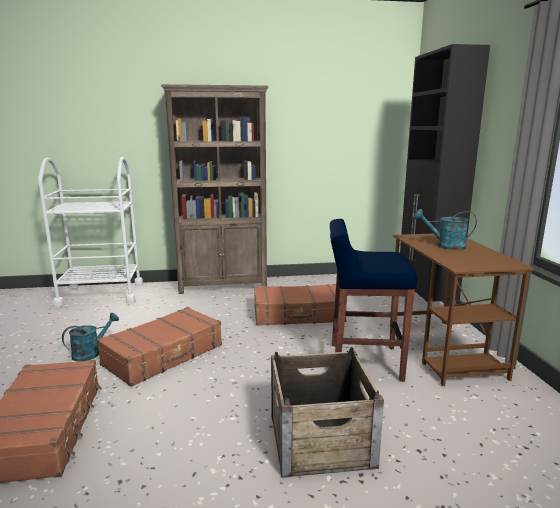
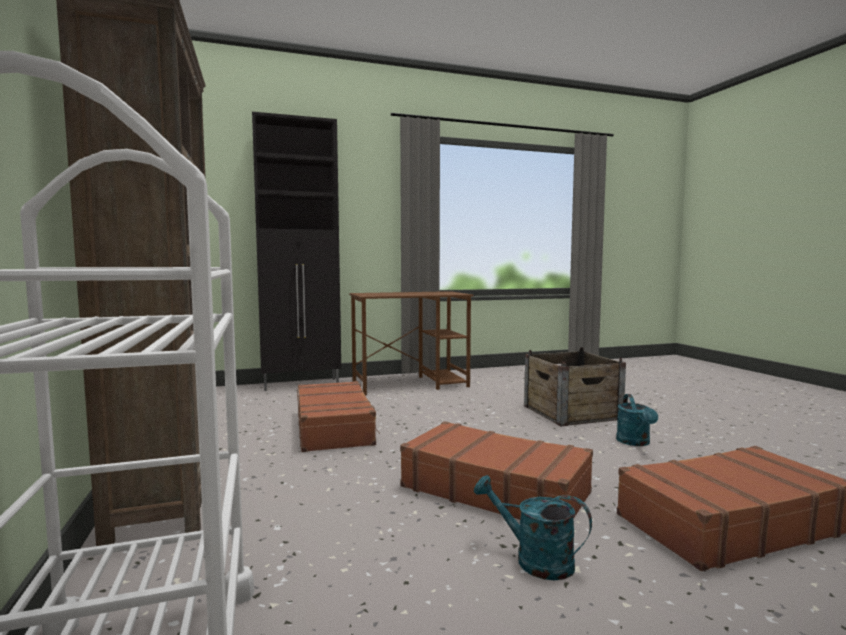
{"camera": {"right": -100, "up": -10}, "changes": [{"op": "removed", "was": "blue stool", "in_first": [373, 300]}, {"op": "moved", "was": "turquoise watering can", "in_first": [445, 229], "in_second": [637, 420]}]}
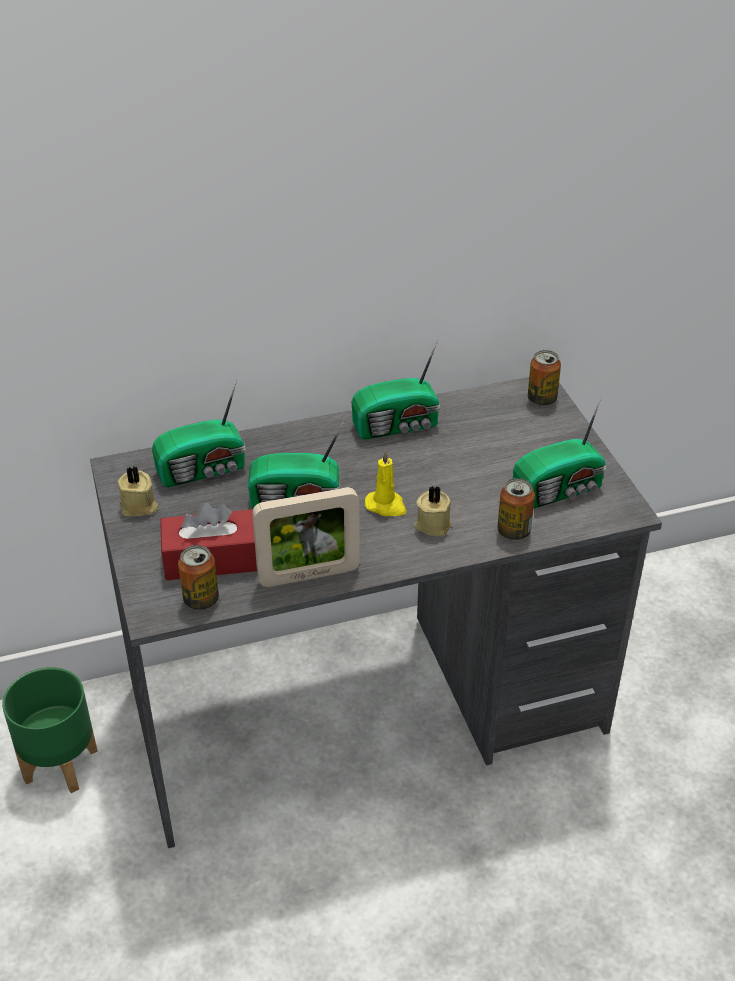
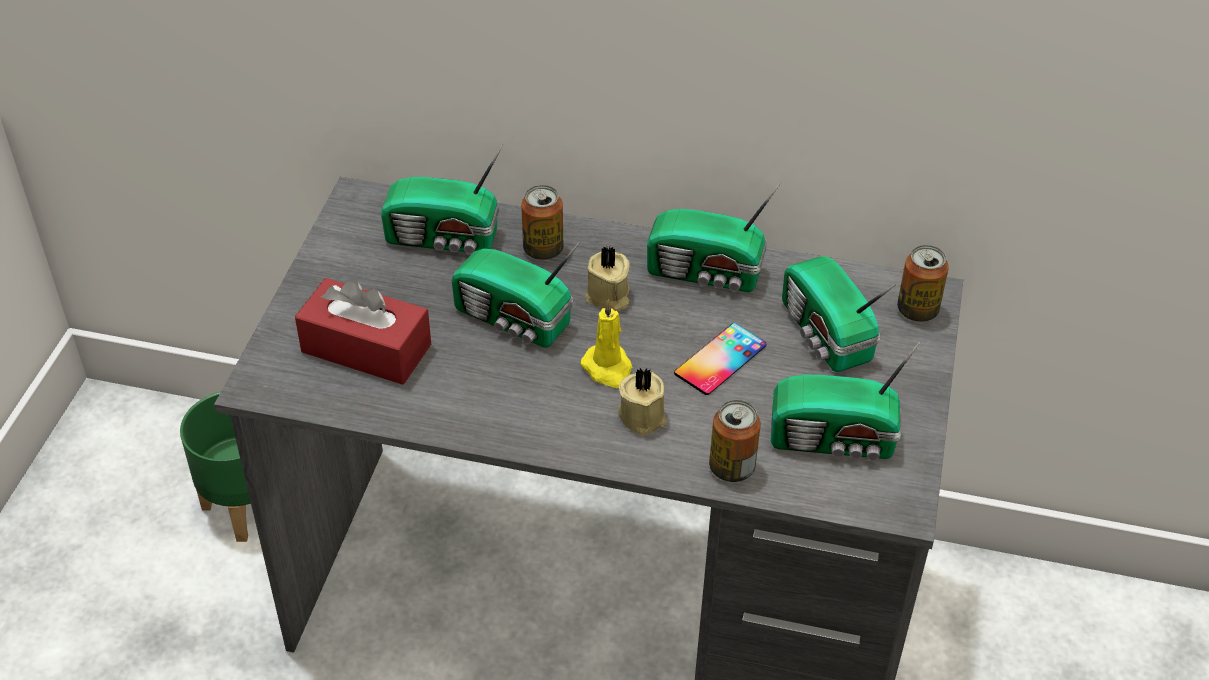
{"camera": {"right": 30, "up": 5}, "changes": [{"op": "removed", "was": "picture frame", "in_first": [306, 537]}, {"op": "added", "now": "phone", "in_second": [720, 359]}, {"op": "added", "now": "radio", "in_second": [839, 314]}, {"op": "moved", "was": "beige candle", "in_first": [137, 491], "in_second": [607, 279]}, {"op": "moved", "was": "can", "in_first": [198, 577], "in_second": [542, 222]}]}
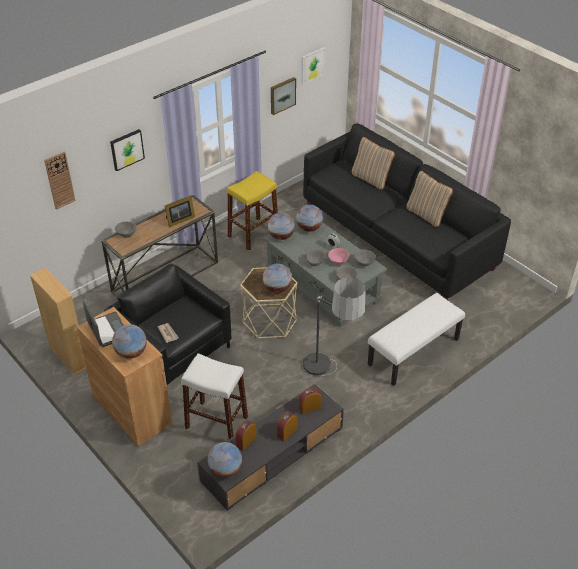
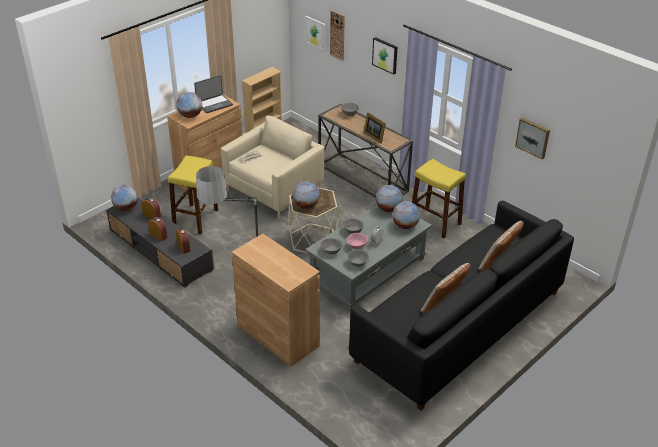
{"camera": {"right": 85, "up": -5}, "changes": [{"op": "moved", "was": "picture", "in_first": [314, 65], "in_second": [315, 33]}, {"op": "replaced", "was": "white bench", "now": "brown cabinet", "in_first": [416, 339], "in_second": [276, 300]}, {"op": "recoloured", "was": "black armchair", "now": "beige armchair", "in_first": [167, 324], "in_second": [273, 168]}, {"op": "recoloured", "was": "white stool", "now": "yellow stool", "in_first": [214, 396], "in_second": [193, 195]}]}
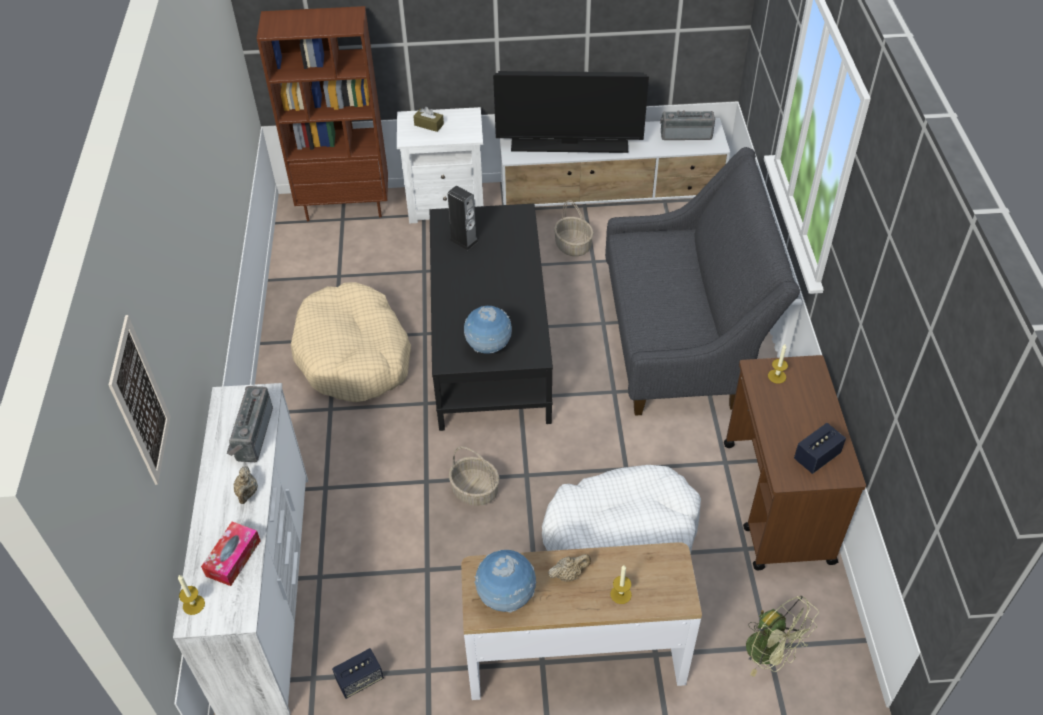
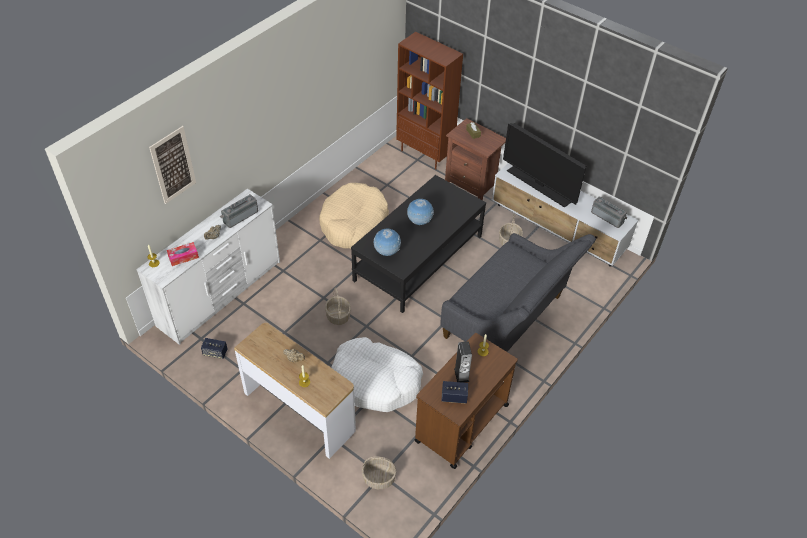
{"camera": {"right": 40, "up": 0}, "changes": [{"op": "moved", "was": "speaker", "in_first": [463, 218], "in_second": [463, 362]}, {"op": "moved", "was": "globe", "in_first": [505, 581], "in_second": [420, 212]}, {"op": "replaced", "was": "green fan", "now": "basket", "in_first": [782, 636], "in_second": [379, 473]}, {"op": "recoloured", "was": "white nightstand", "now": "brown nightstand", "in_first": [440, 165], "in_second": [475, 159]}]}
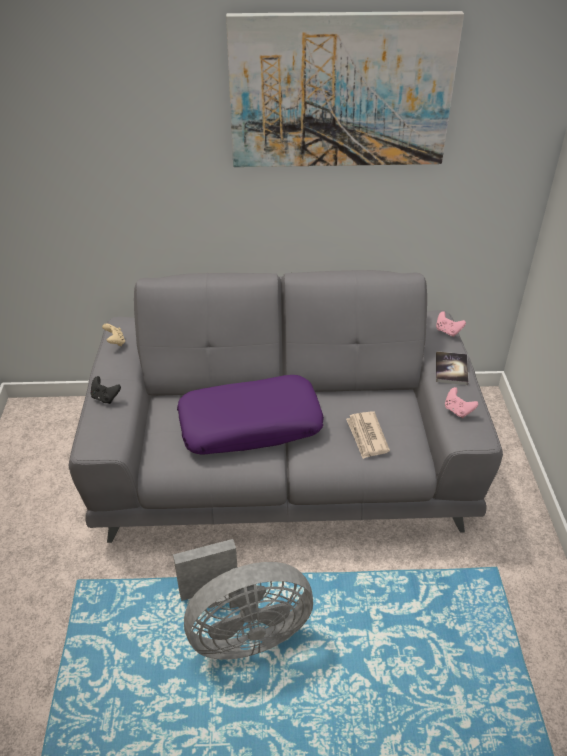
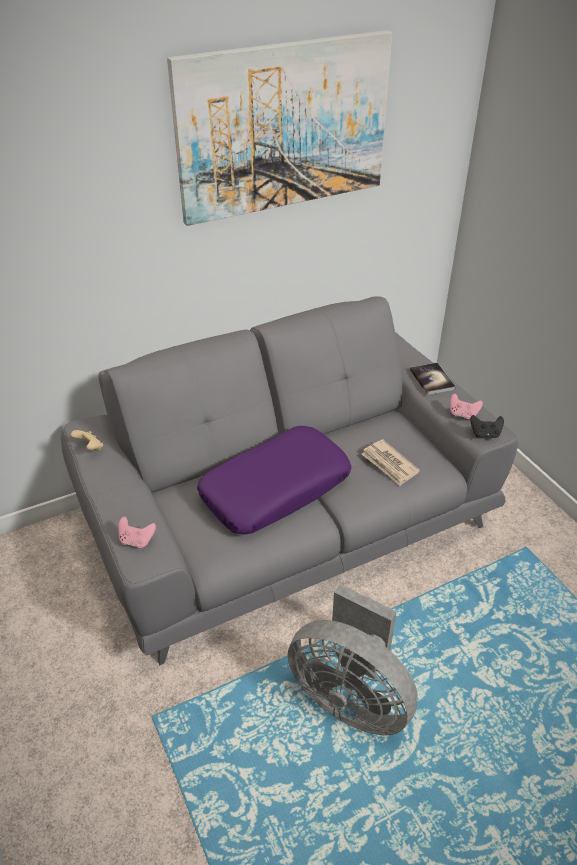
{"camera": {"right": -25, "up": 0}, "changes": [{"op": "moved", "was": "black game controller", "in_first": [106, 390], "in_second": [487, 426]}, {"op": "moved", "was": "pink game controller", "in_first": [451, 324], "in_second": [137, 532]}, {"op": "turned", "was": "grey fan", "in_first": [243, 599], "in_second": [352, 659], "clockwise": 75}]}
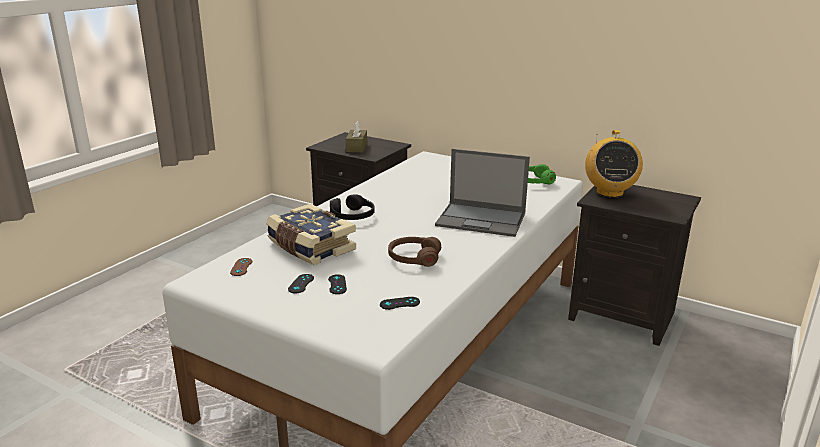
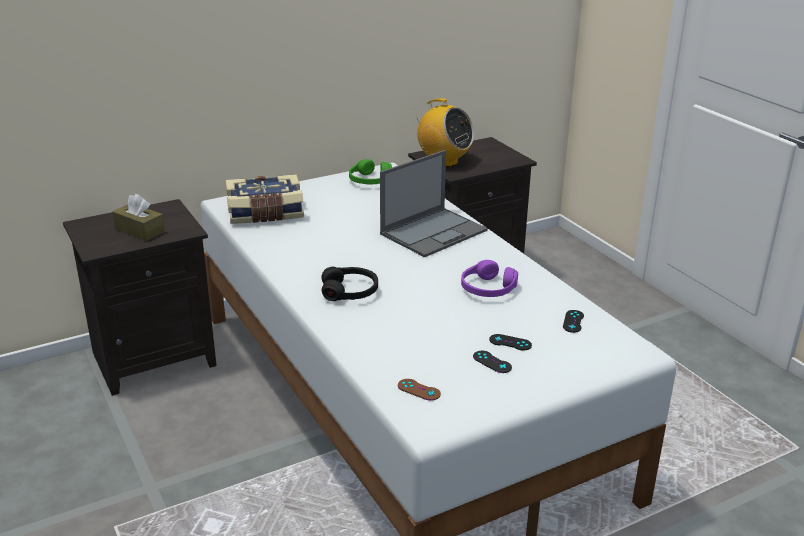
{"camera": {"right": -60, "up": 5}, "changes": [{"op": "moved", "was": "book", "in_first": [311, 234], "in_second": [264, 199]}, {"op": "recoloured", "was": "brown headphones", "now": "purple headphones", "in_first": [414, 252], "in_second": [489, 278]}]}
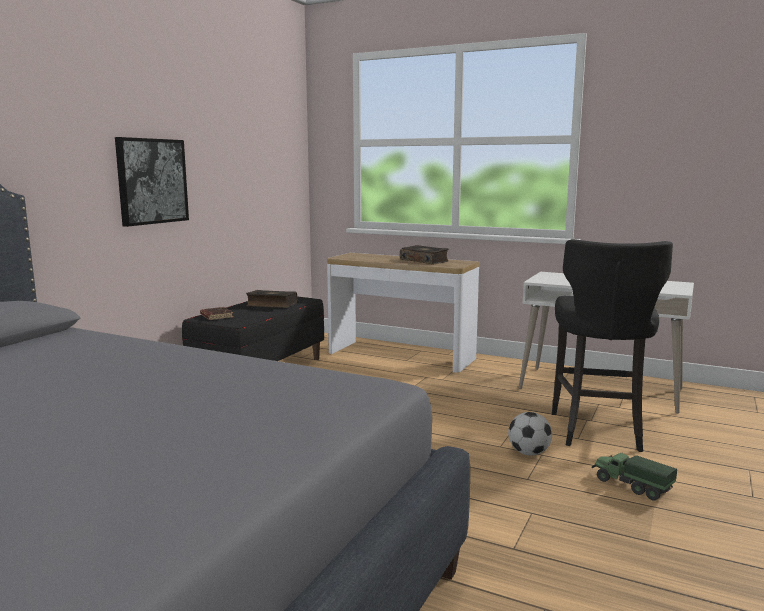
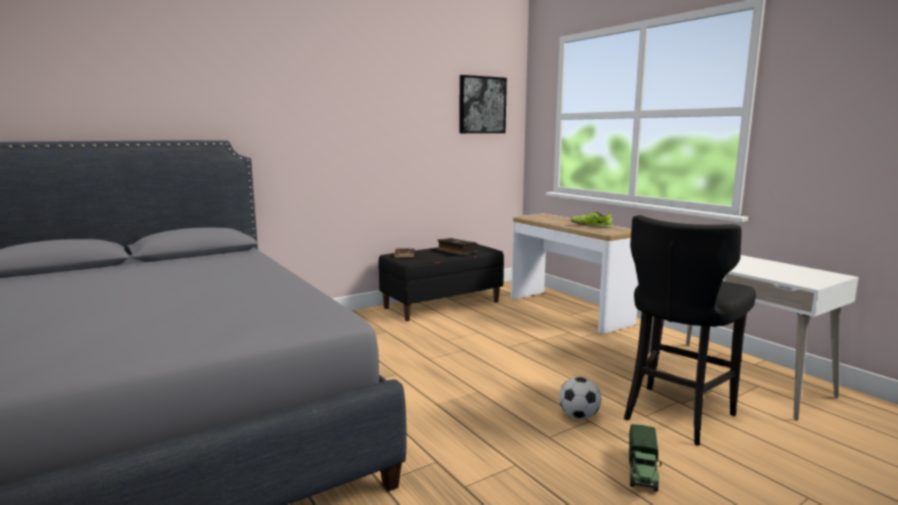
{"camera": {"right": 30, "up": 0}, "changes": [{"op": "moved", "was": "picture", "in_first": [152, 182], "in_second": [483, 104]}, {"op": "replaced", "was": "book", "now": "shoe", "in_first": [424, 255], "in_second": [591, 220]}, {"op": "turned", "was": "toy truck", "in_first": [634, 476], "in_second": [645, 457], "clockwise": -150}]}
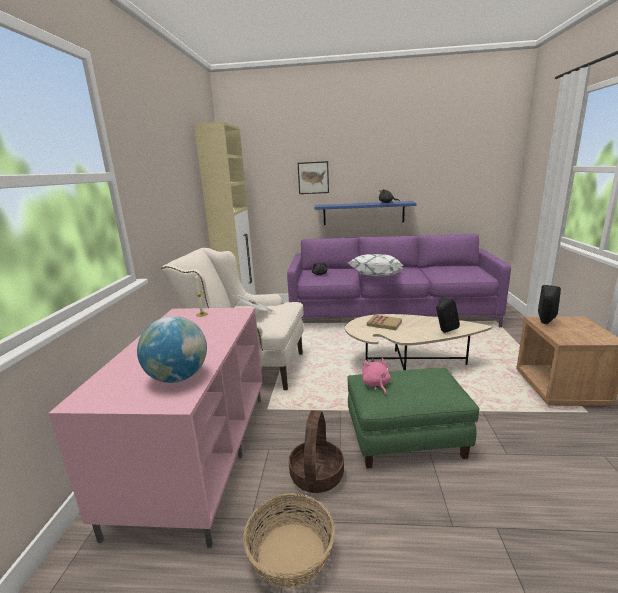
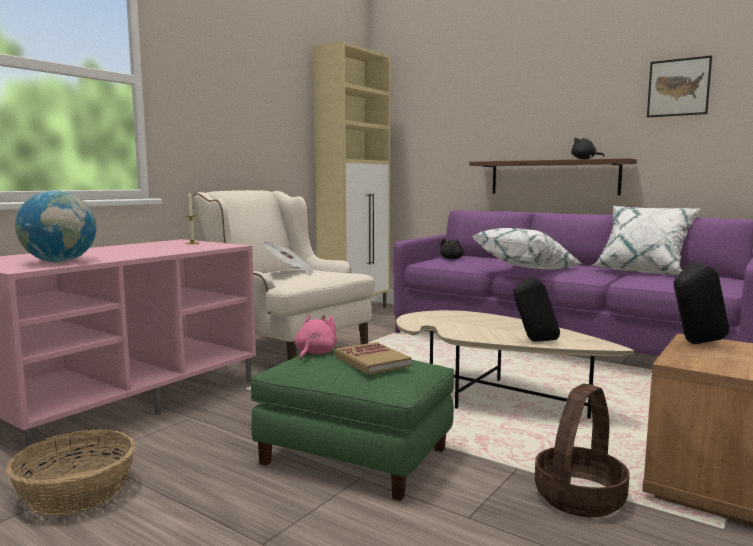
{"camera": {"right": 30, "up": -10}, "changes": [{"op": "added", "now": "white pillow", "in_second": [646, 240]}, {"op": "moved", "was": "basket", "in_first": [316, 452], "in_second": [582, 450]}, {"op": "moved", "was": "picture", "in_first": [313, 177], "in_second": [679, 86]}, {"op": "moved", "was": "book", "in_first": [384, 322], "in_second": [373, 358]}, {"op": "recoloured", "was": "blue shelf", "now": "brown shelf", "in_first": [365, 213], "in_second": [553, 176]}]}
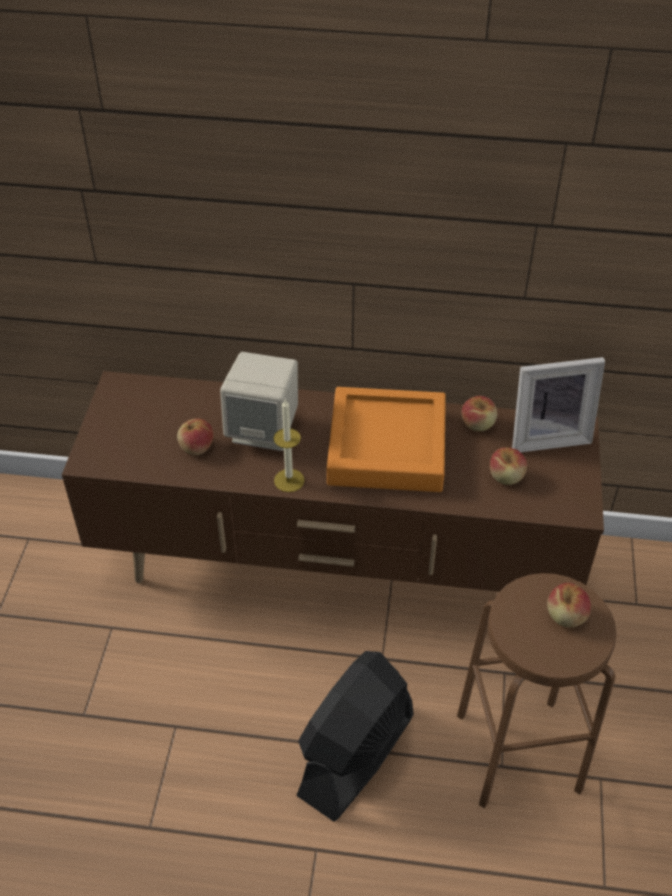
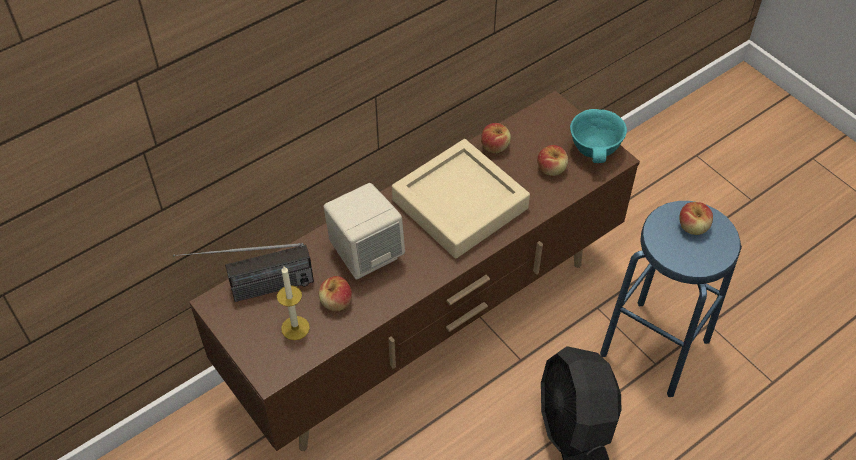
{"camera": {"right": -45, "up": 5}, "changes": [{"op": "removed", "was": "picture frame", "in_first": [558, 404]}, {"op": "added", "now": "radio", "in_second": [243, 272]}, {"op": "added", "now": "turquoise bowl", "in_second": [598, 136]}, {"op": "moved", "was": "candle", "in_first": [289, 445], "in_second": [293, 303]}, {"op": "recoloured", "was": "orange tray", "now": "beige tray", "in_first": [386, 439], "in_second": [461, 198]}, {"op": "recoloured", "was": "brown stool", "now": "blue stool", "in_first": [537, 690], "in_second": [671, 299]}]}
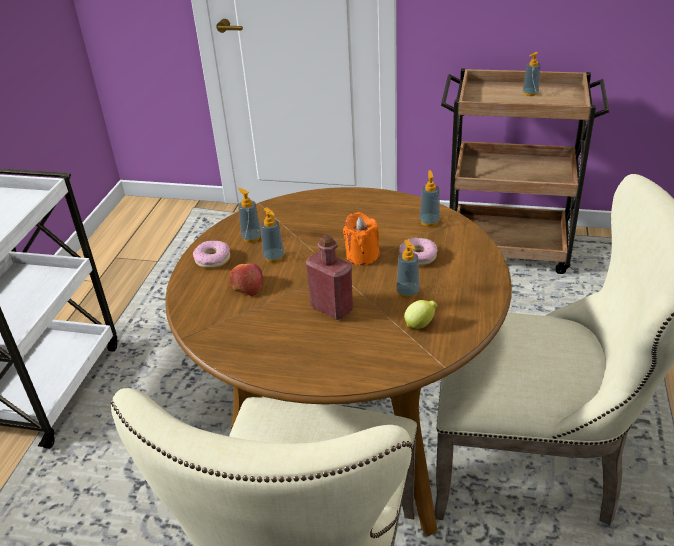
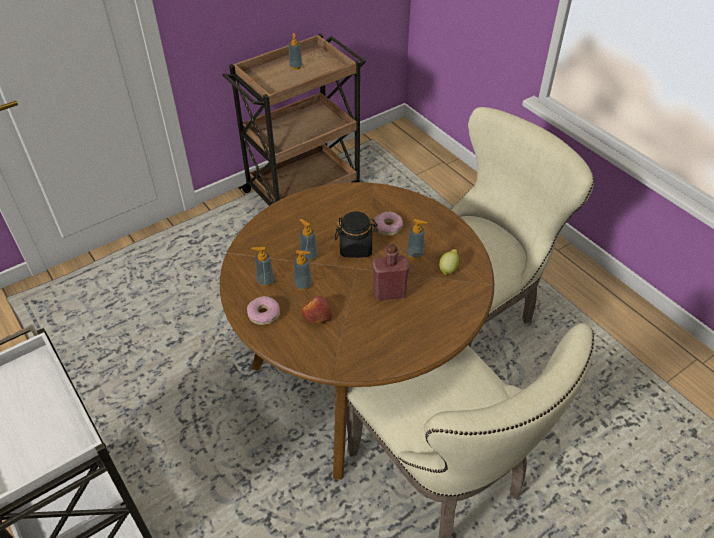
{"camera": {"right": -50, "up": 10}, "changes": [{"op": "moved", "was": "soap dispenser", "in_first": [429, 198], "in_second": [308, 240]}, {"op": "replaced", "was": "orange candle", "now": "black jar", "in_first": [361, 239], "in_second": [356, 235]}]}
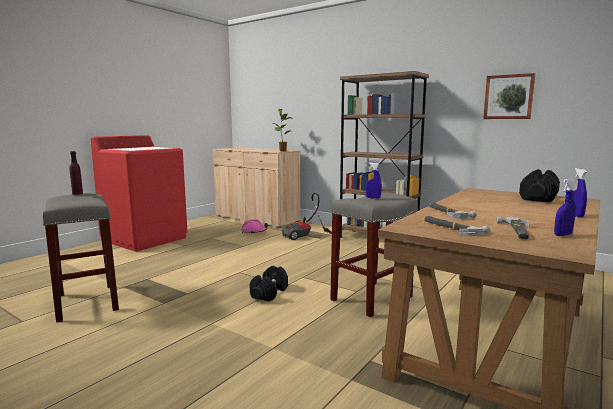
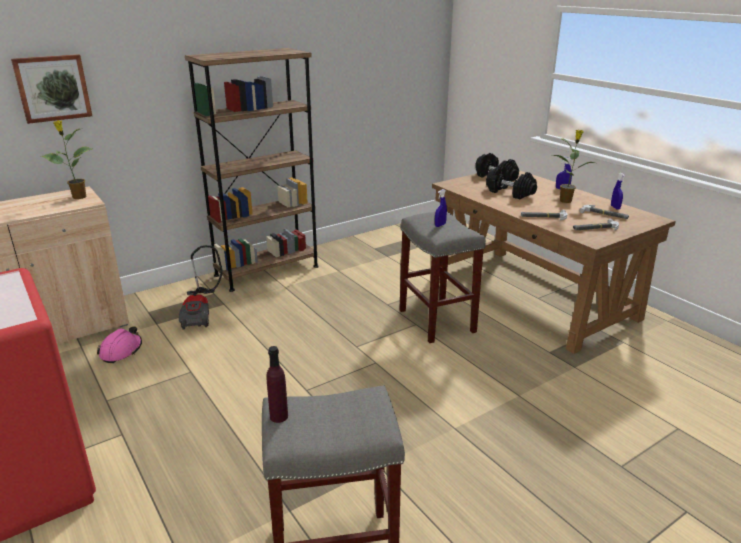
{"camera": {"right": -70, "up": 15}, "changes": [{"op": "added", "now": "potted plant", "in_second": [572, 166]}, {"op": "moved", "was": "black dumbbell", "in_first": [269, 283], "in_second": [511, 182]}, {"op": "moved", "was": "picture", "in_first": [509, 96], "in_second": [51, 89]}]}
